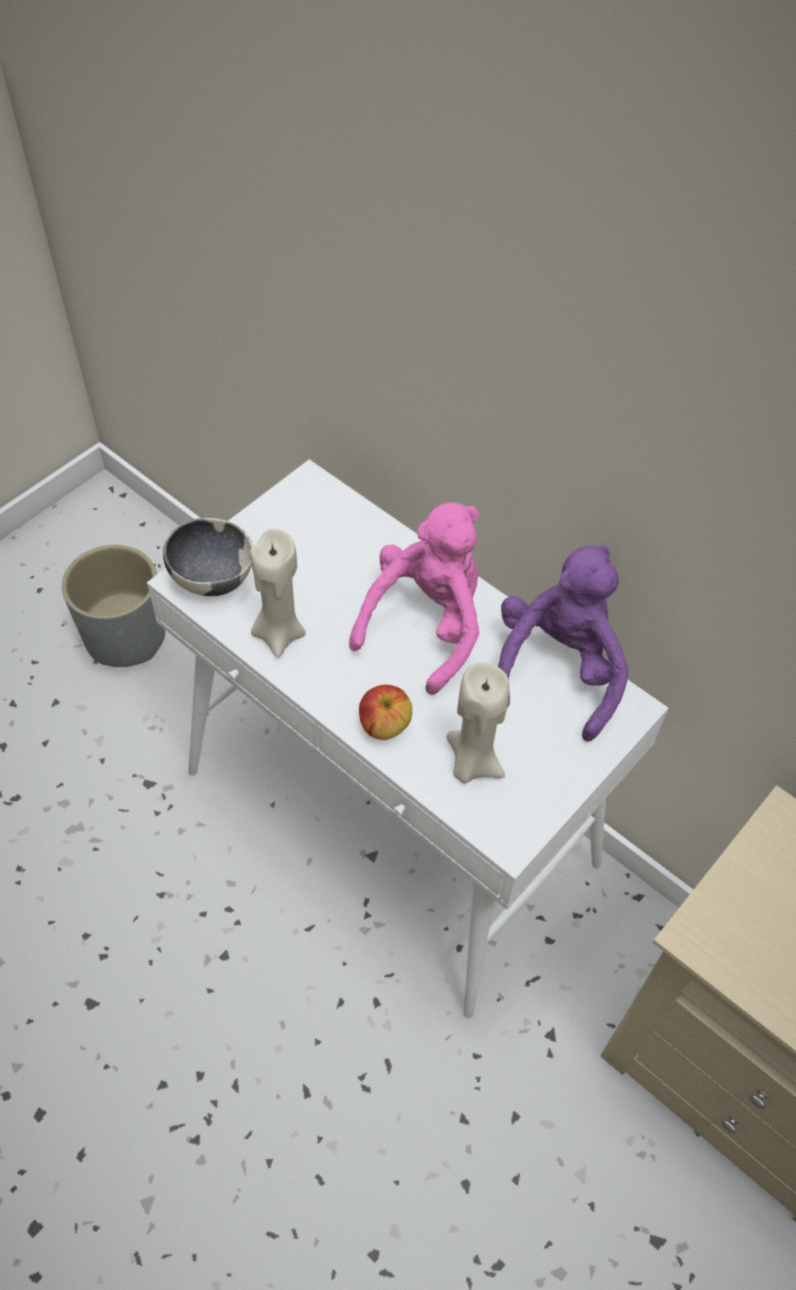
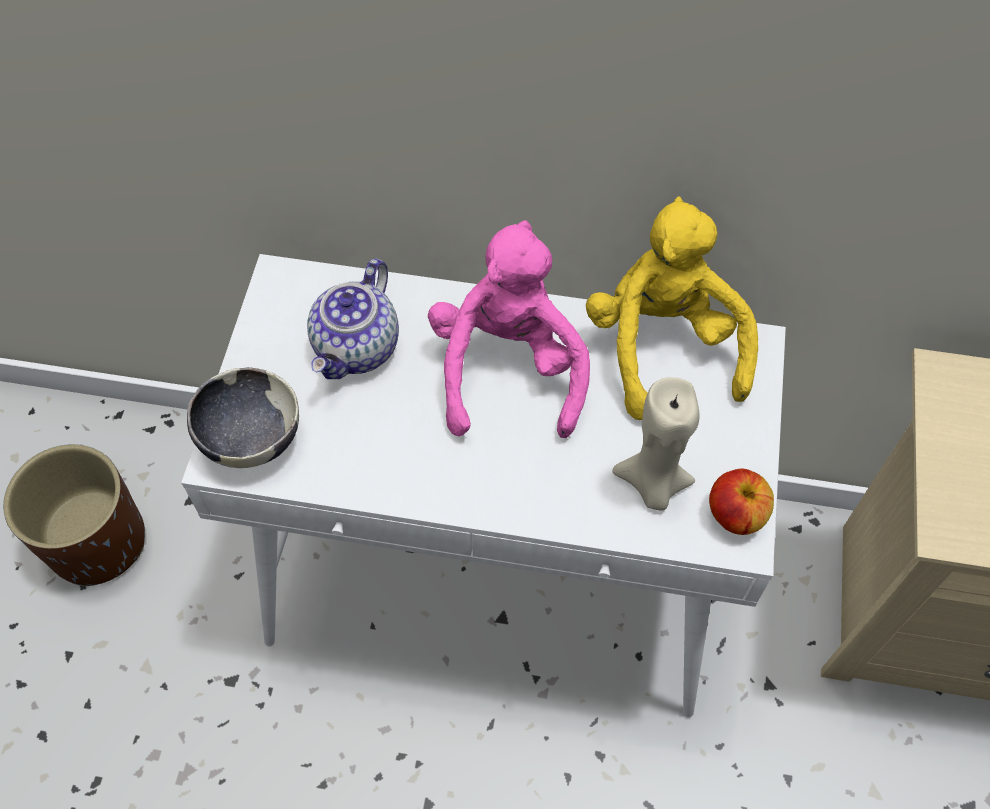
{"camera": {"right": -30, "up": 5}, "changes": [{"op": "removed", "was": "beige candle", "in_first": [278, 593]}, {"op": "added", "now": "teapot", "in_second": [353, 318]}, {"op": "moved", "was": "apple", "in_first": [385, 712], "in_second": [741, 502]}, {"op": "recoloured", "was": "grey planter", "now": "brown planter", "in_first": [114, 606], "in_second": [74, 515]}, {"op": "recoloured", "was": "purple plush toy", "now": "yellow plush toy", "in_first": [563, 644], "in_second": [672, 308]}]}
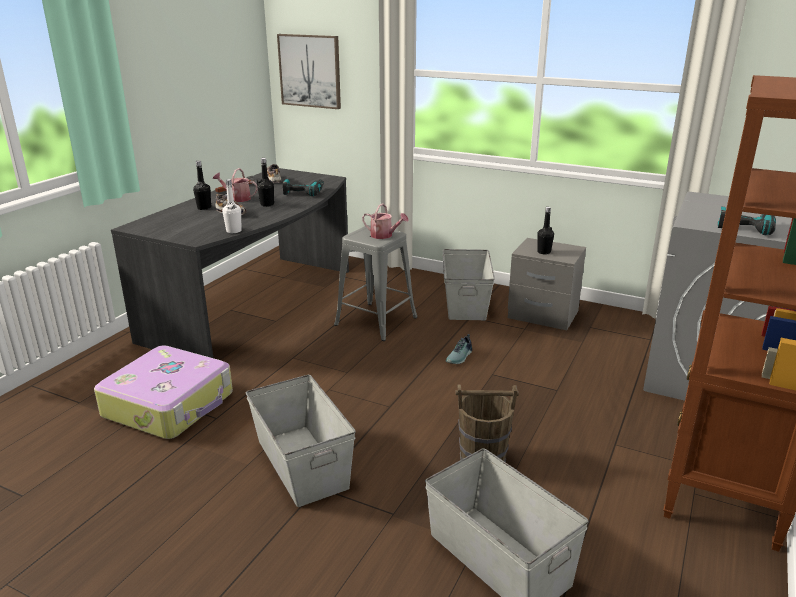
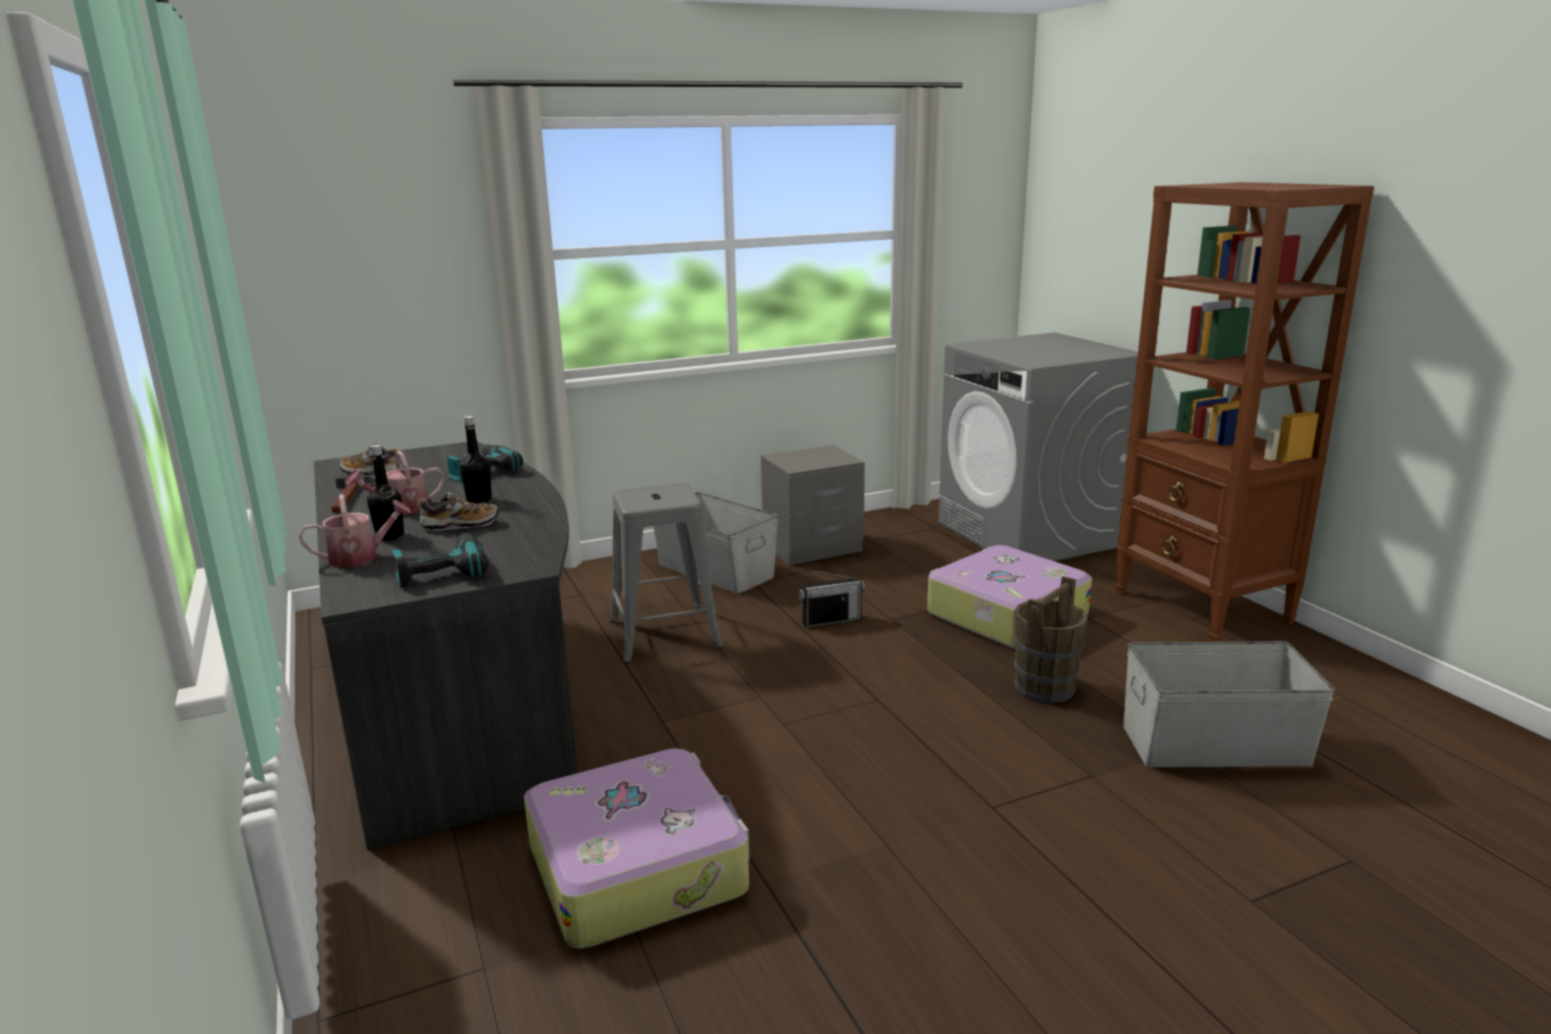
{"camera": {"right": -50, "up": -5}, "changes": [{"op": "removed", "was": "white bottle", "in_first": [231, 206]}, {"op": "removed", "was": "grey storage box", "in_first": [301, 441]}, {"op": "removed", "was": "picture", "in_first": [309, 71]}, {"op": "removed", "was": "black bottle", "in_first": [545, 231]}, {"op": "added", "now": "suitcase", "in_second": [1009, 597]}, {"op": "moved", "was": "watering can", "in_first": [385, 221], "in_second": [355, 531]}, {"op": "moved", "was": "power drill", "in_first": [747, 220], "in_second": [440, 560]}, {"op": "replaced", "was": "shoe", "now": "radio", "in_first": [459, 349], "in_second": [832, 599]}]}
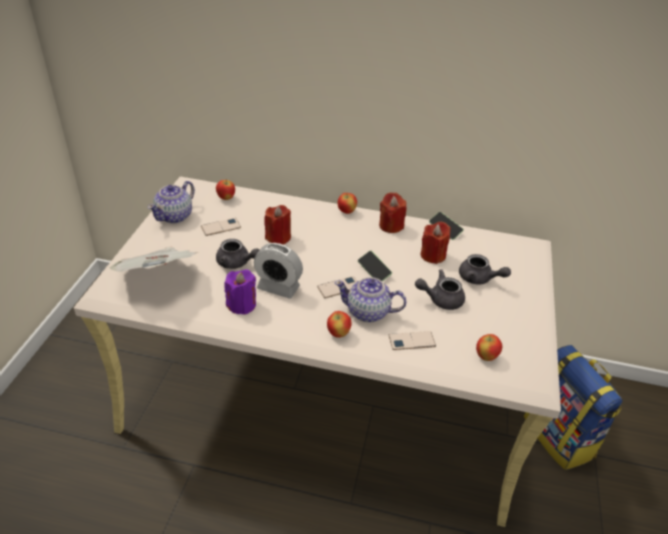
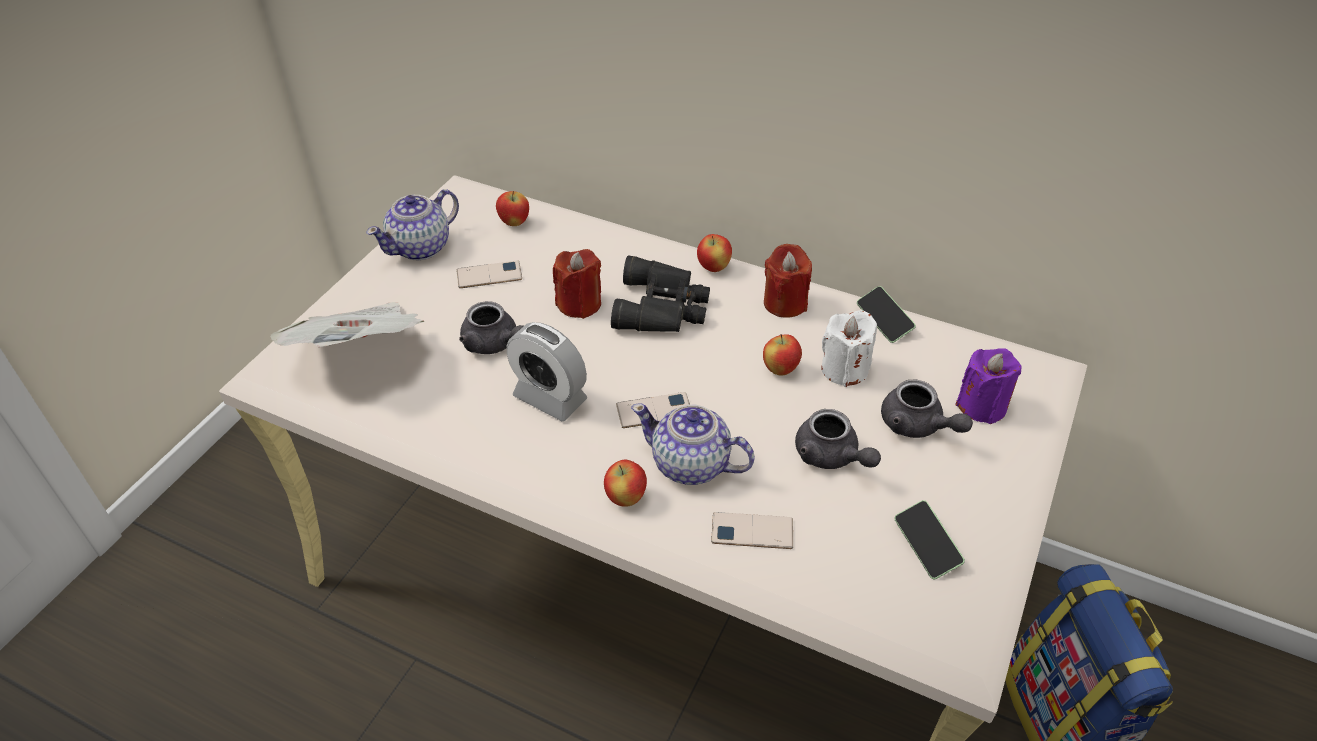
{"camera": {"right": 15, "up": 5}, "changes": [{"op": "added", "now": "black binoculars", "in_second": [660, 294]}, {"op": "moved", "was": "purple candle", "in_first": [240, 292], "in_second": [989, 386]}, {"op": "moved", "was": "phone", "in_first": [375, 266], "in_second": [929, 539]}, {"op": "moved", "was": "apple", "in_first": [489, 347], "in_second": [782, 355]}, {"op": "recoloured", "was": "red candle", "now": "white candle", "in_first": [435, 243], "in_second": [849, 348]}, {"op": "turned", "was": "grey teapot", "in_first": [440, 289], "in_second": [838, 439], "clockwise": -135}]}
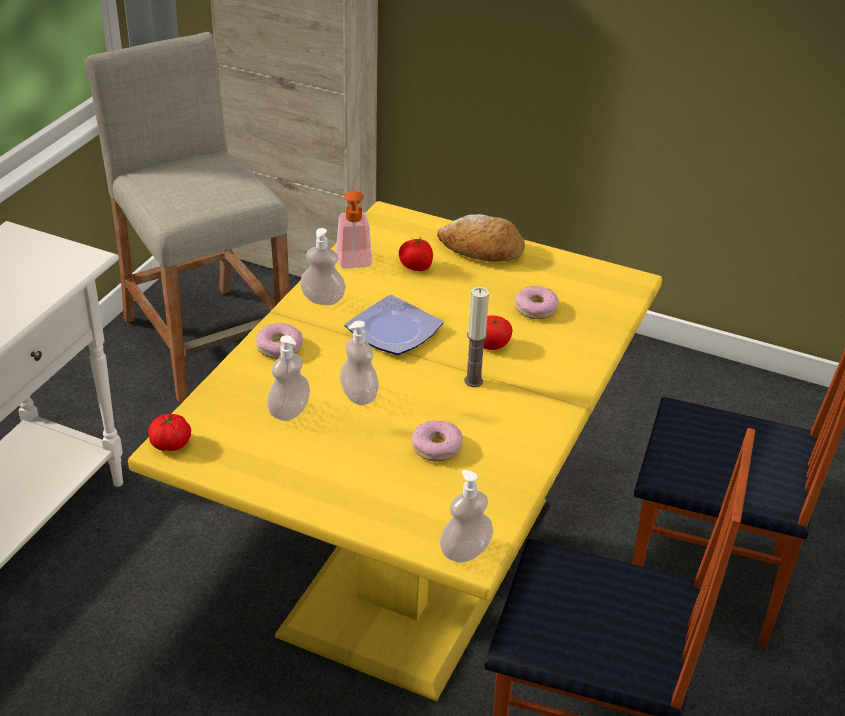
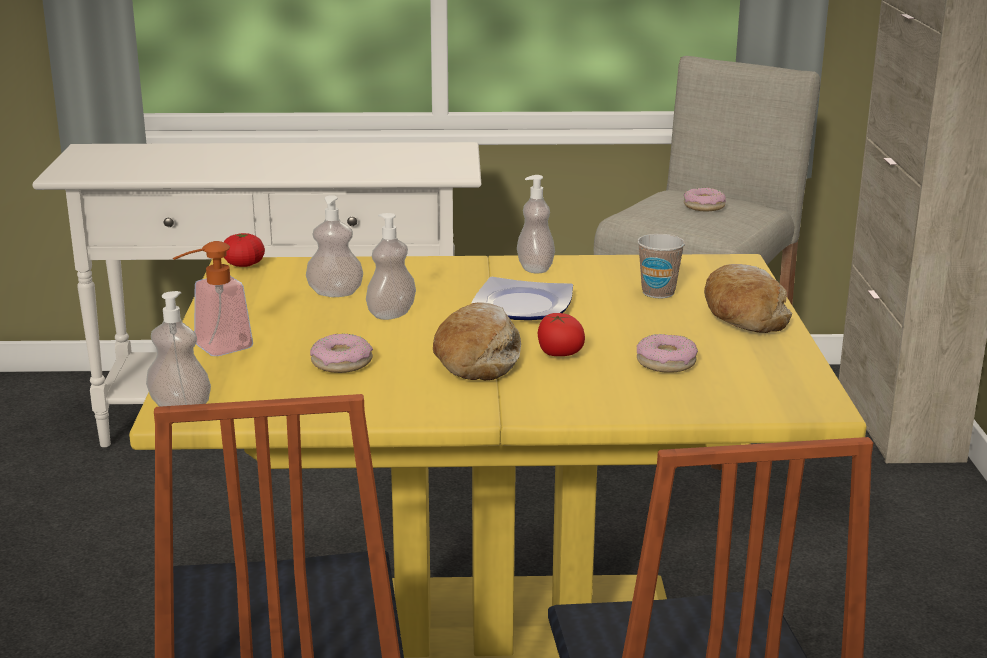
{"camera": {"right": 65, "up": -15}, "changes": [{"op": "moved", "was": "donut", "in_first": [279, 341], "in_second": [705, 199]}, {"op": "moved", "was": "soap dispenser", "in_first": [354, 230], "in_second": [213, 298]}, {"op": "replaced", "was": "tomato", "now": "cup", "in_first": [416, 254], "in_second": [661, 266]}, {"op": "replaced", "was": "candle", "now": "bread", "in_first": [476, 337], "in_second": [477, 341]}]}
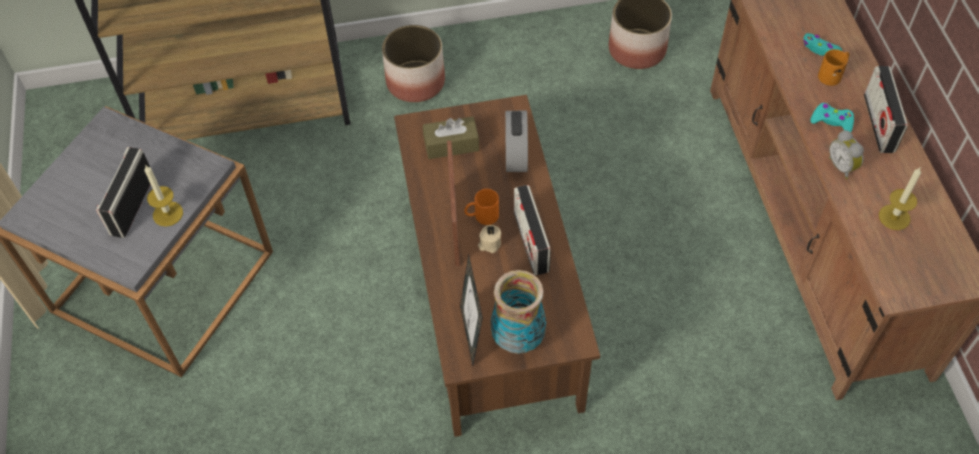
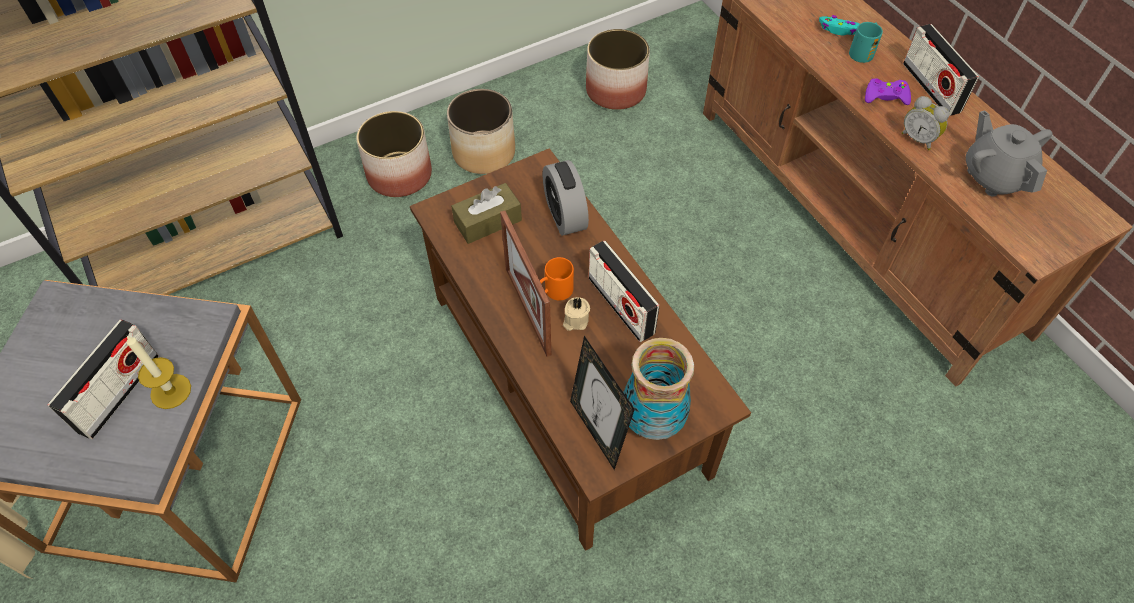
{"camera": {"right": -20, "up": 0}, "changes": [{"op": "added", "now": "planter", "in_second": [481, 131]}, {"op": "replaced", "was": "candle", "now": "grey teapot", "in_first": [900, 199], "in_second": [1009, 153]}, {"op": "recoloured", "was": "turquoise game controller", "now": "purple game controller", "in_first": [832, 117], "in_second": [888, 92]}, {"op": "recoloured", "was": "orange mug", "now": "turquoise mug", "in_first": [833, 67], "in_second": [866, 42]}, {"op": "turned", "was": "radio", "in_first": [123, 192], "in_second": [103, 379], "clockwise": -150}]}
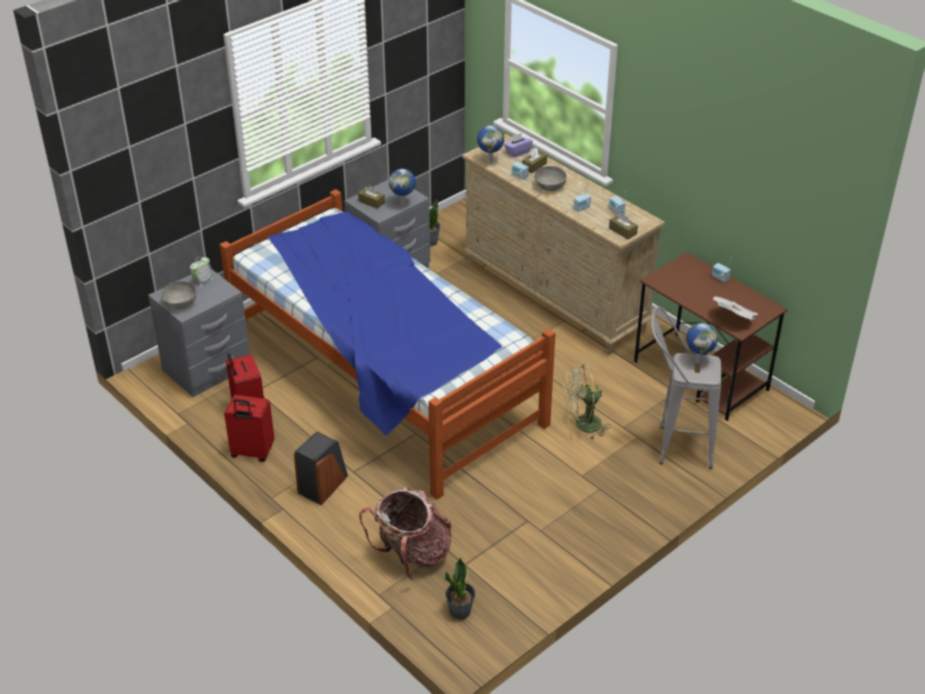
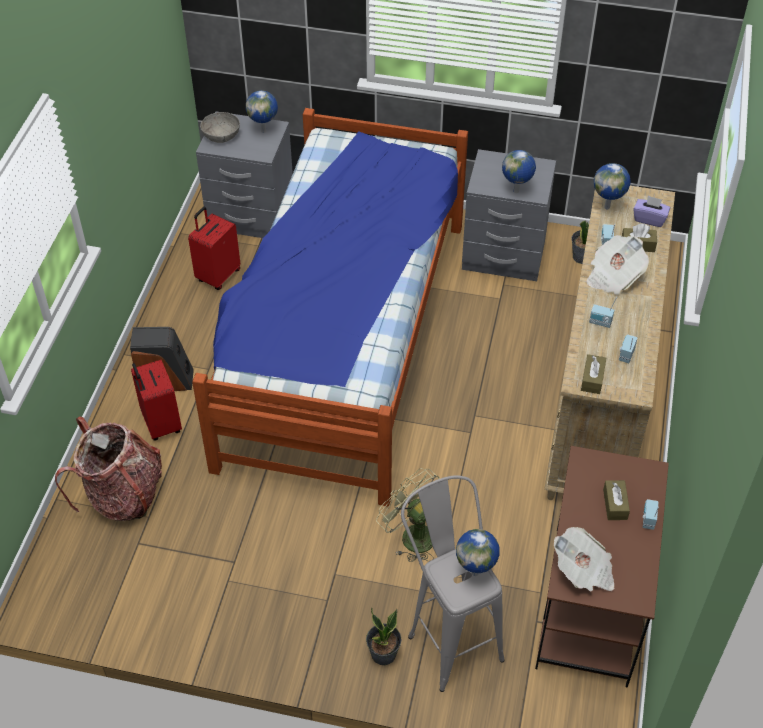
{"camera": {"right": 55, "up": 10}, "changes": [{"op": "moved", "was": "red suitcase", "in_first": [249, 428], "in_second": [156, 400]}, {"op": "moved", "was": "brown tissue box", "in_first": [371, 197], "in_second": [616, 500]}, {"op": "moved", "was": "potted plant", "in_first": [460, 588], "in_second": [384, 636]}, {"op": "replaced", "was": "alarm clock", "now": "globe", "in_first": [202, 272], "in_second": [262, 111]}, {"op": "replaced", "was": "grey bowl", "now": "newspaper", "in_first": [550, 178], "in_second": [617, 265]}]}
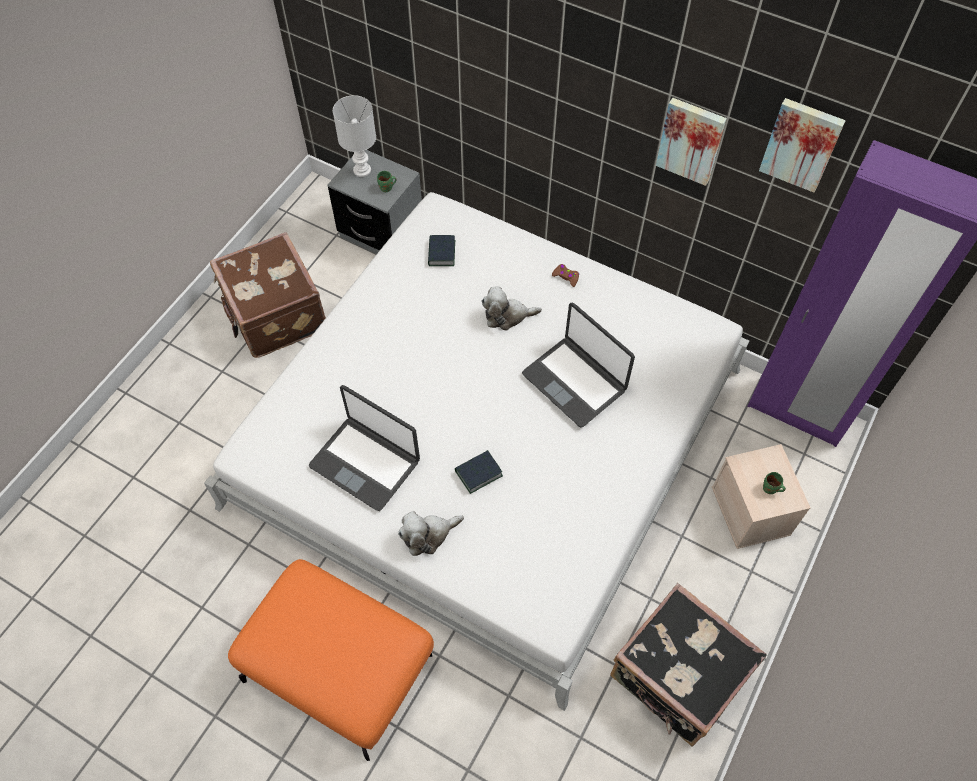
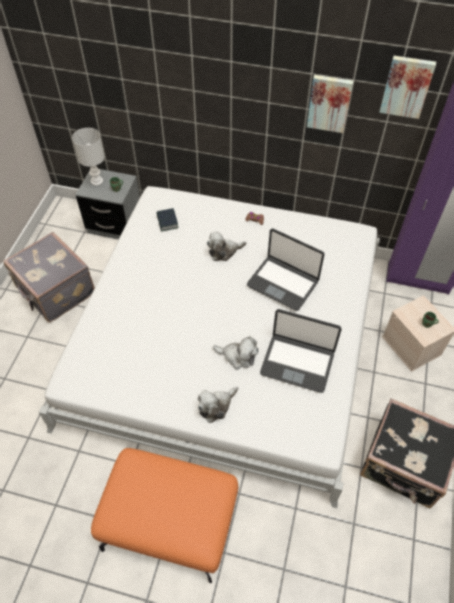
{"camera": {"right": -15, "up": -5}, "changes": [{"op": "moved", "was": "laptop", "in_first": [364, 448], "in_second": [301, 351]}, {"op": "replaced", "was": "book", "now": "plush toy", "in_first": [479, 472], "in_second": [235, 353]}, {"op": "recoloured", "was": "brown suitcase", "now": "grey suitcase", "in_first": [268, 295], "in_second": [49, 277]}]}
